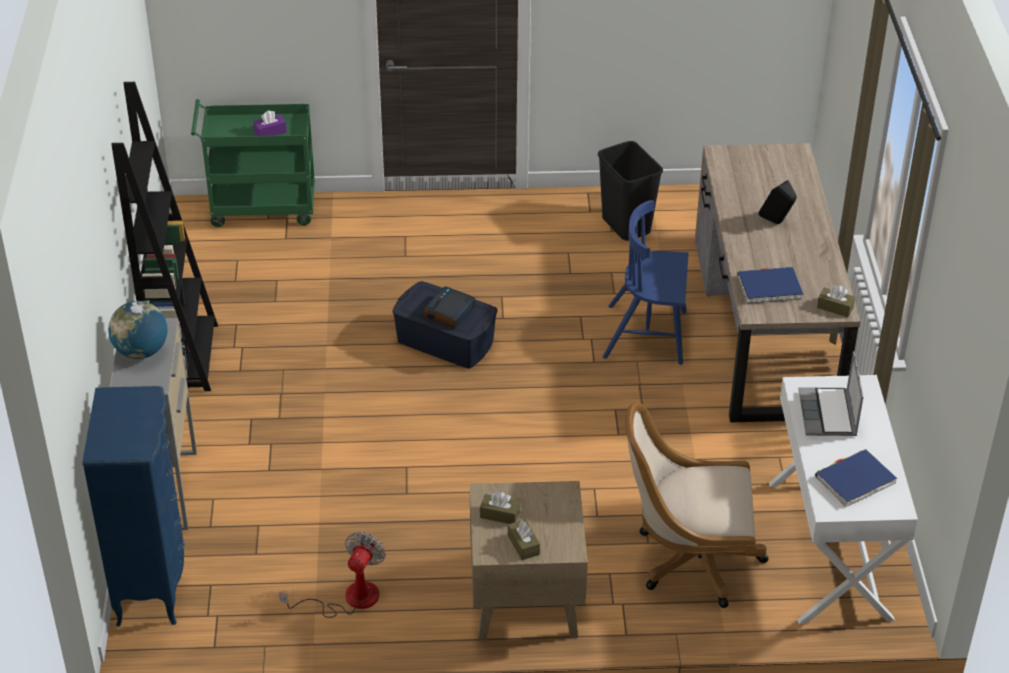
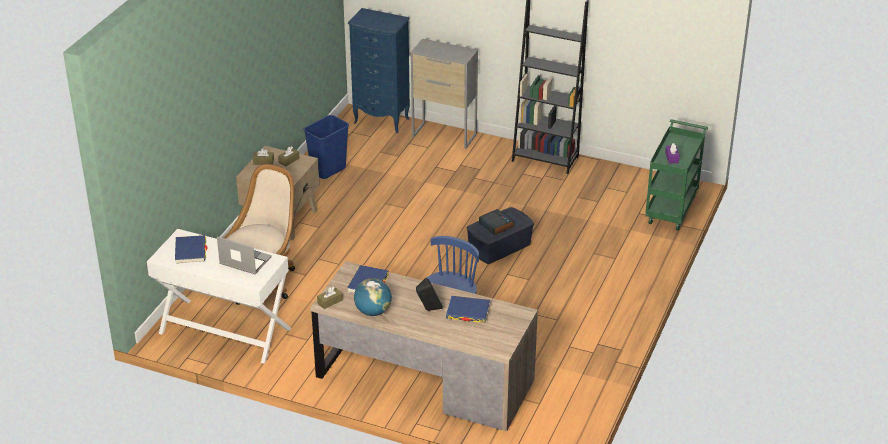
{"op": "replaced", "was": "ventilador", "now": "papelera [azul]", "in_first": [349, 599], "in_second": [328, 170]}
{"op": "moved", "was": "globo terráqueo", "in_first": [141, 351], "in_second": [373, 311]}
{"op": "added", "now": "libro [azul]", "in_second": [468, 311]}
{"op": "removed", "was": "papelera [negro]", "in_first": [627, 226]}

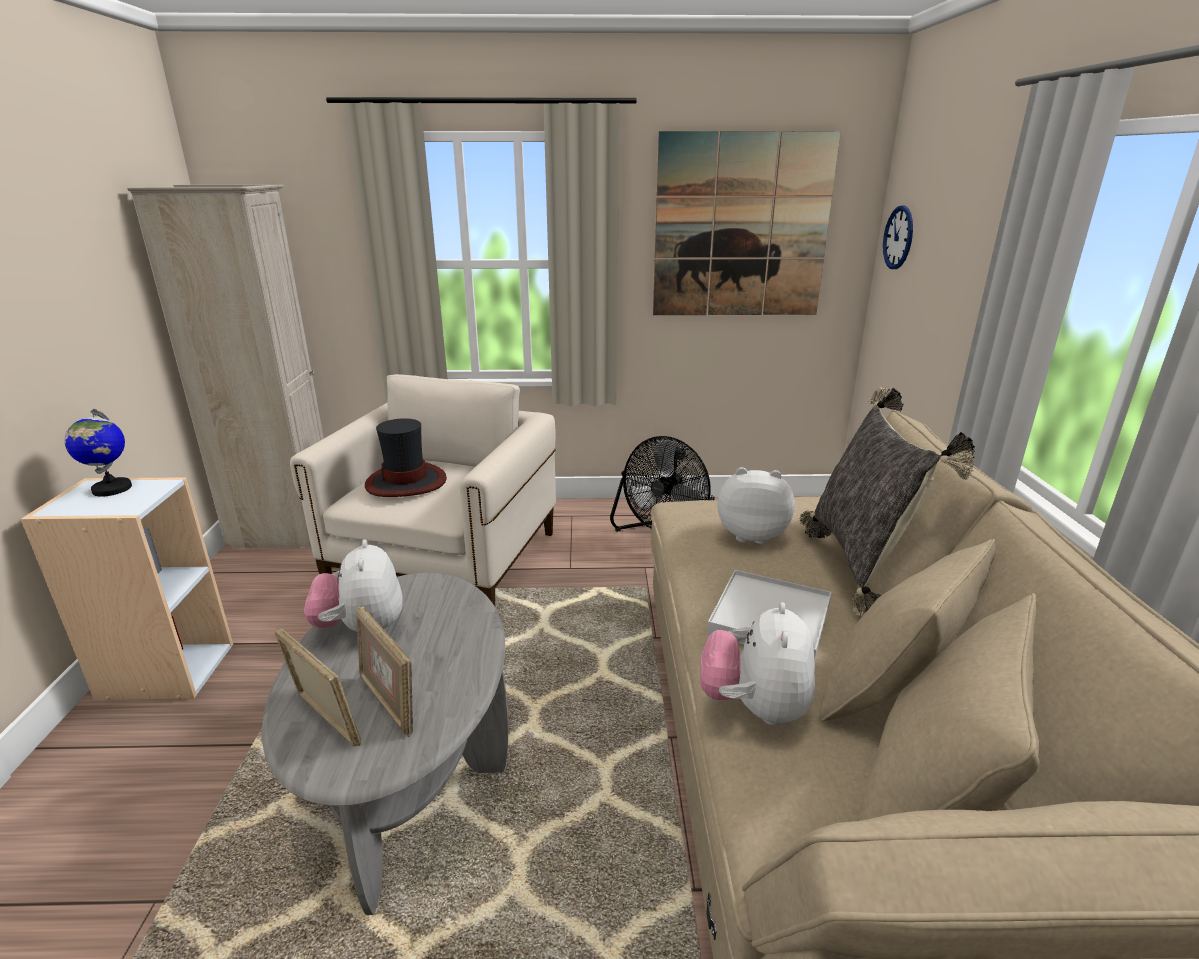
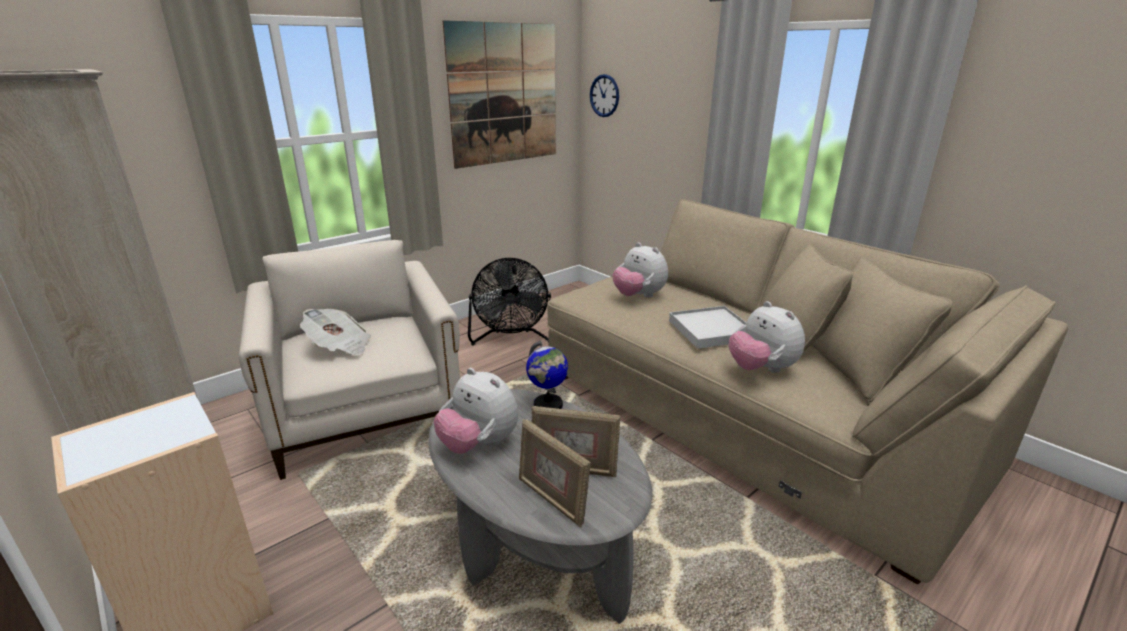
{"op": "replaced", "was": "sombrero", "now": "periódico", "in_first": [406, 482], "in_second": [340, 347]}
{"op": "turned", "was": "portarretratos", "in_first": [325, 721], "in_second": [552, 500], "clockwise": -135}
{"op": "moved", "was": "globo terráqueo", "in_first": [111, 489], "in_second": [548, 405]}
{"op": "turned", "was": "peluche", "in_first": [751, 535], "in_second": [638, 296], "clockwise": -105}
{"op": "removed", "was": "cojín", "in_first": [862, 573]}

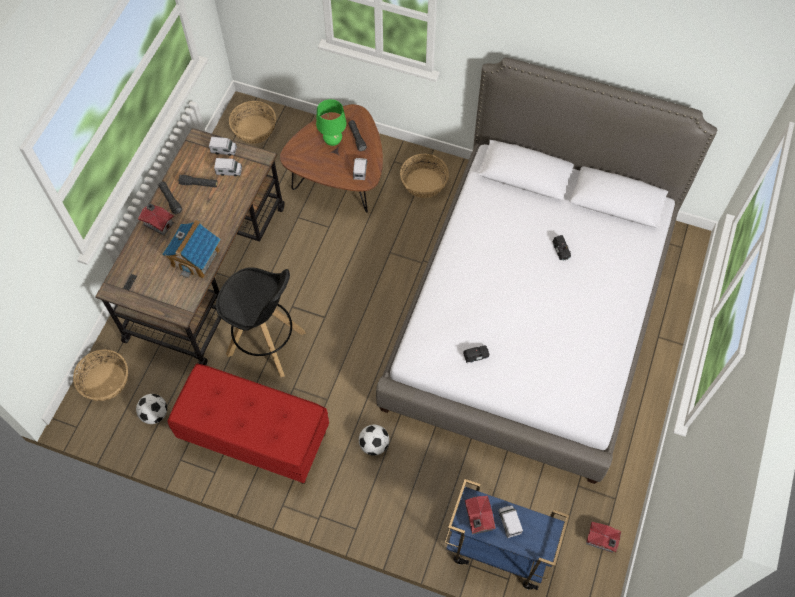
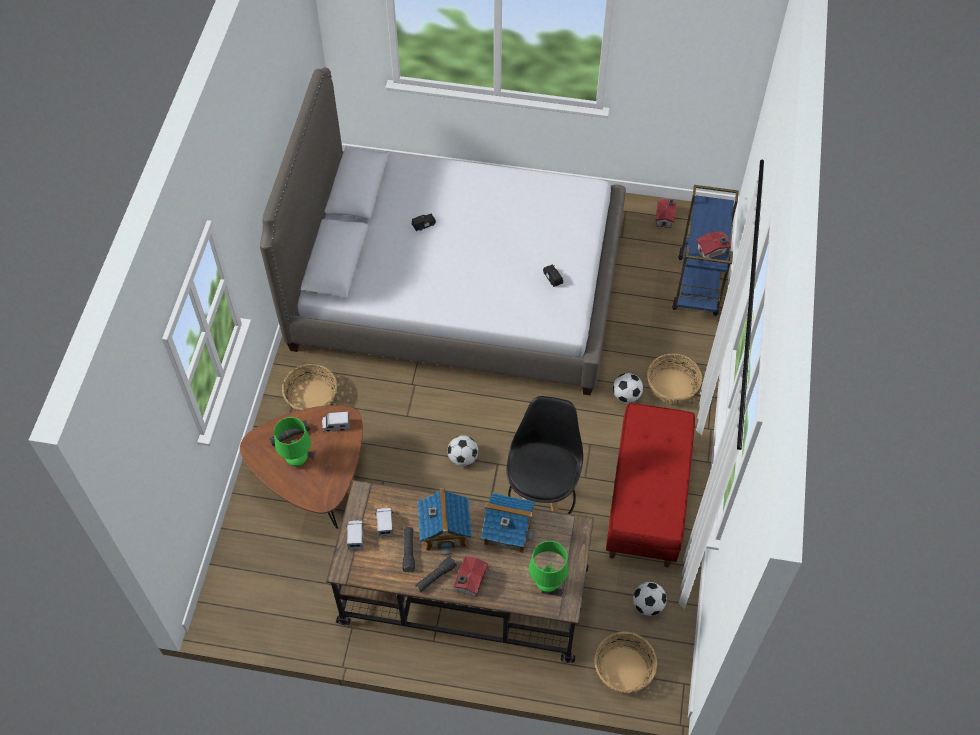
{"op": "added", "now": "casita", "in_second": [445, 530]}
{"op": "added", "now": "balón de fútbol", "in_second": [463, 458]}
{"op": "added", "now": "lámpara de mesa [verde]", "in_second": [547, 583]}
{"op": "moved", "was": "cesta", "in_first": [254, 129], "in_second": [671, 386]}
{"op": "removed", "was": "camión de juguete", "in_first": [509, 522]}

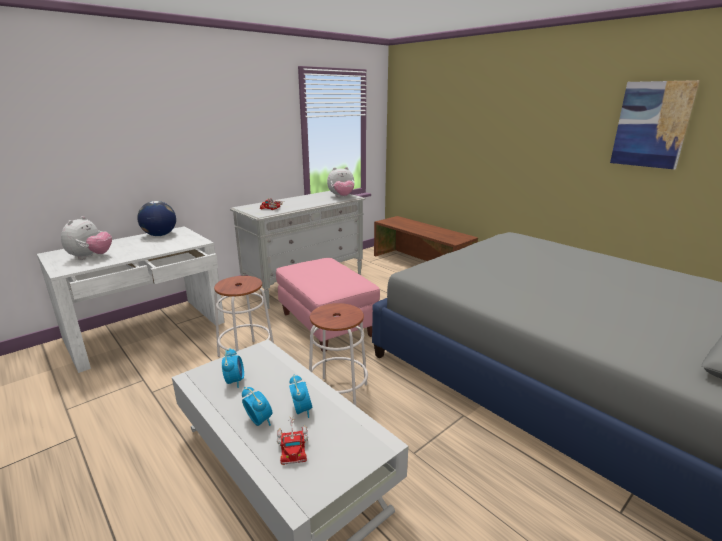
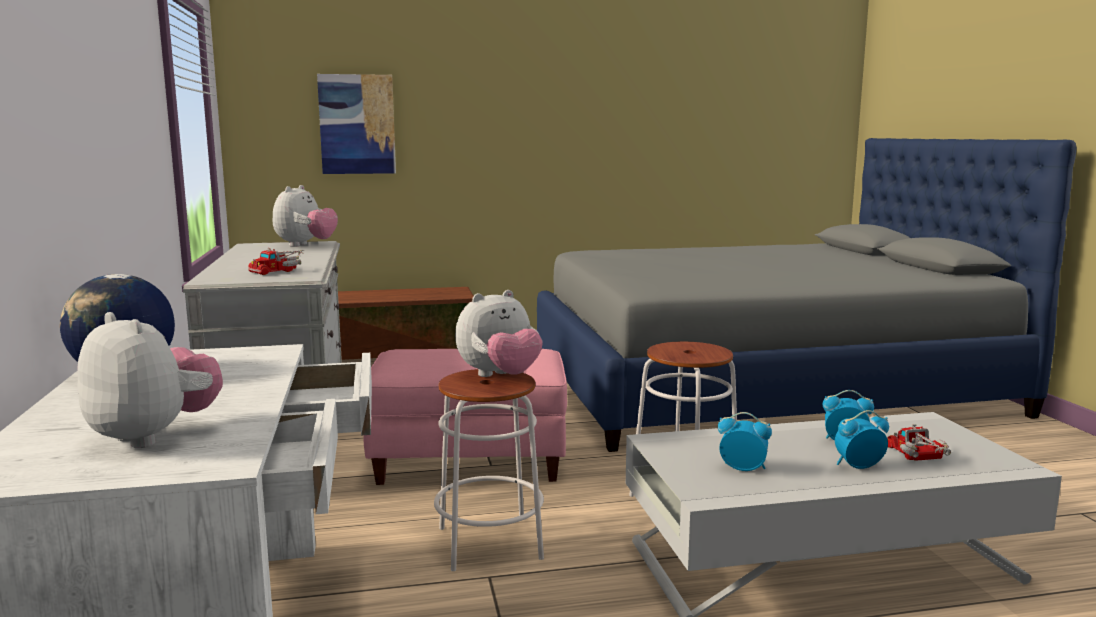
{"op": "moved", "was": "cuadro", "in_first": [651, 124], "in_second": [357, 124]}
{"op": "added", "now": "peluche", "in_second": [499, 376]}
{"op": "turned", "was": "camión de juguete", "in_first": [293, 446], "in_second": [919, 456], "clockwise": -120}

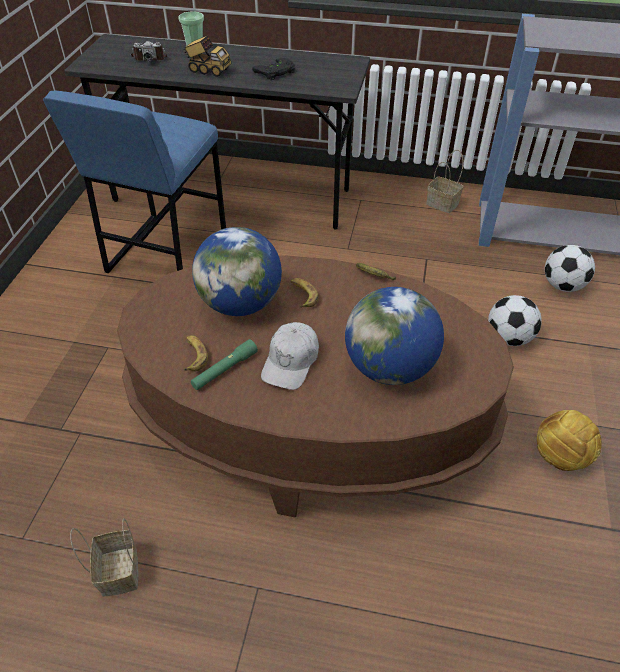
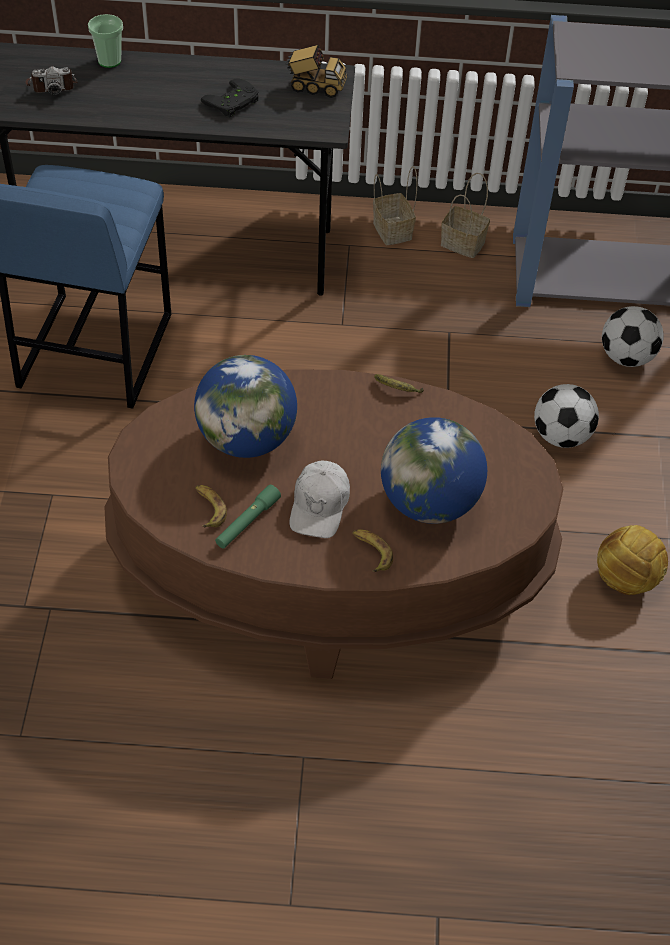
{"op": "moved", "was": "camión de juguete", "in_first": [208, 70], "in_second": [315, 87]}
{"op": "moved", "was": "plátano", "in_first": [302, 295], "in_second": [371, 552]}
{"op": "moved", "was": "cesta", "in_first": [118, 570], "in_second": [391, 230]}

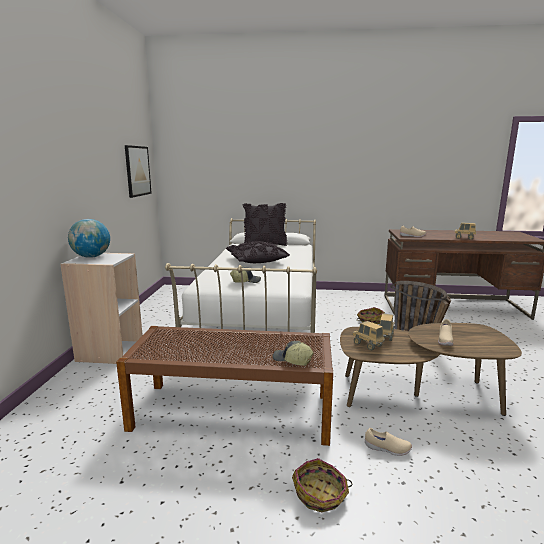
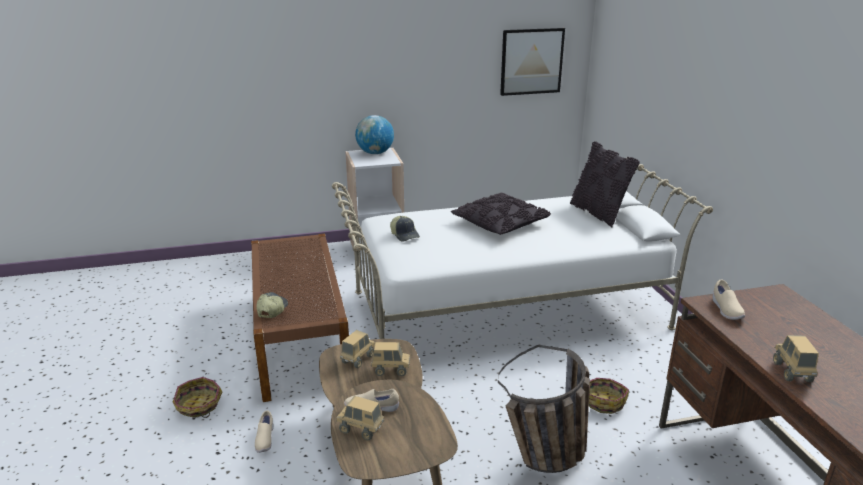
{"op": "added", "now": "camión de juguete", "in_second": [360, 430]}

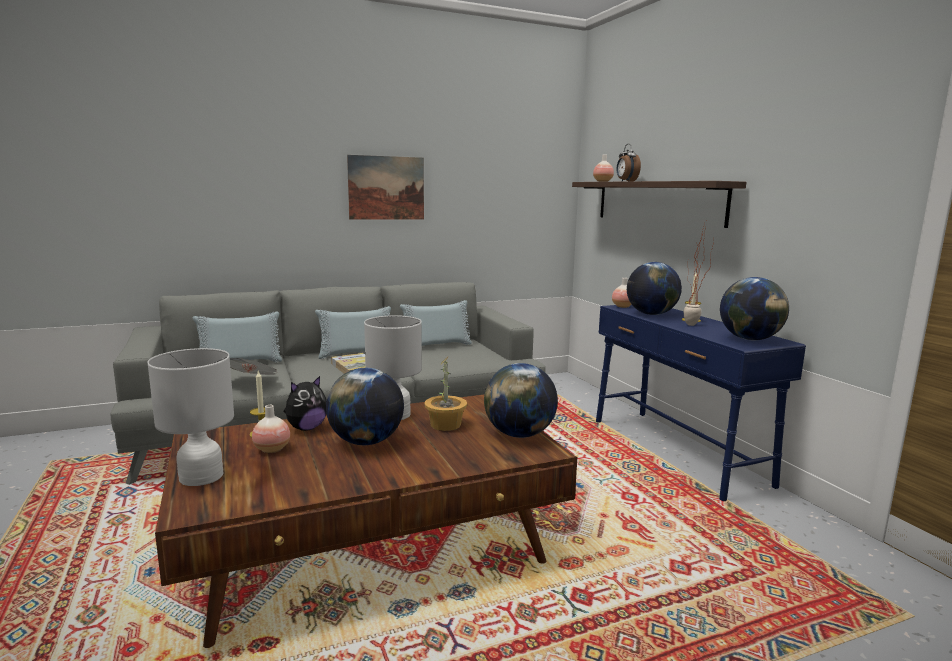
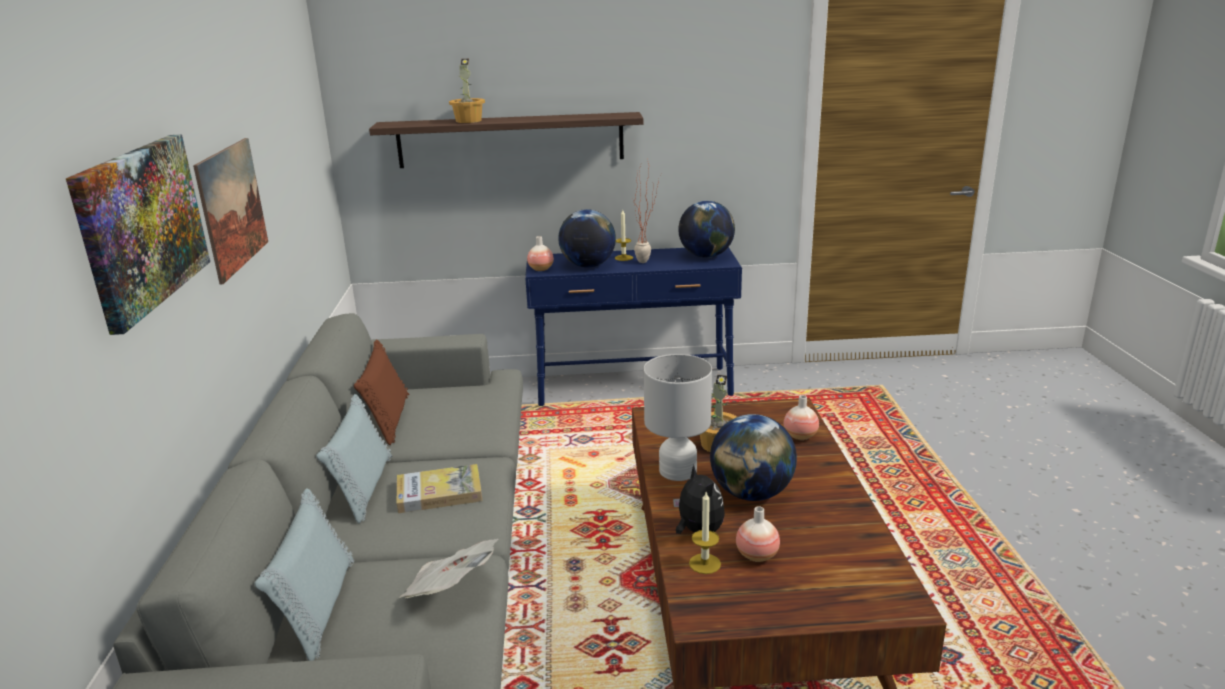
{"op": "added", "now": "cuadro", "in_second": [142, 226]}
{"op": "recoloured", "was": "cojín [azul]", "now": "cojín [marrón]", "in_first": [436, 346], "in_second": [388, 419]}
{"op": "replaced", "was": "despertador", "now": "planta en maceta", "in_first": [626, 181], "in_second": [469, 120]}
{"op": "moved", "was": "florero", "in_first": [602, 181], "in_second": [800, 436]}
{"op": "removed", "was": "lámpara de mesa [gris]", "in_first": [201, 477]}
{"op": "removed", "was": "globo terráqueo", "in_first": [519, 434]}

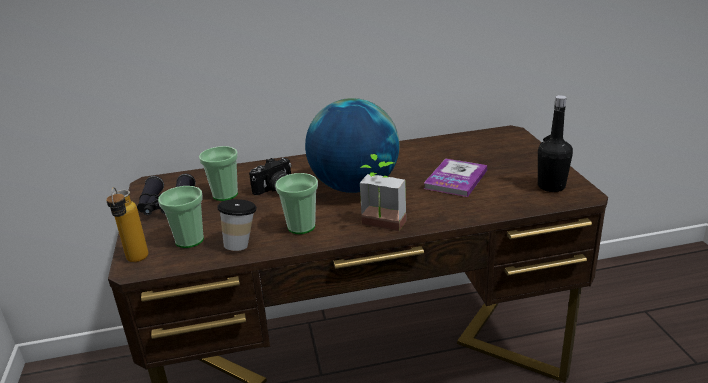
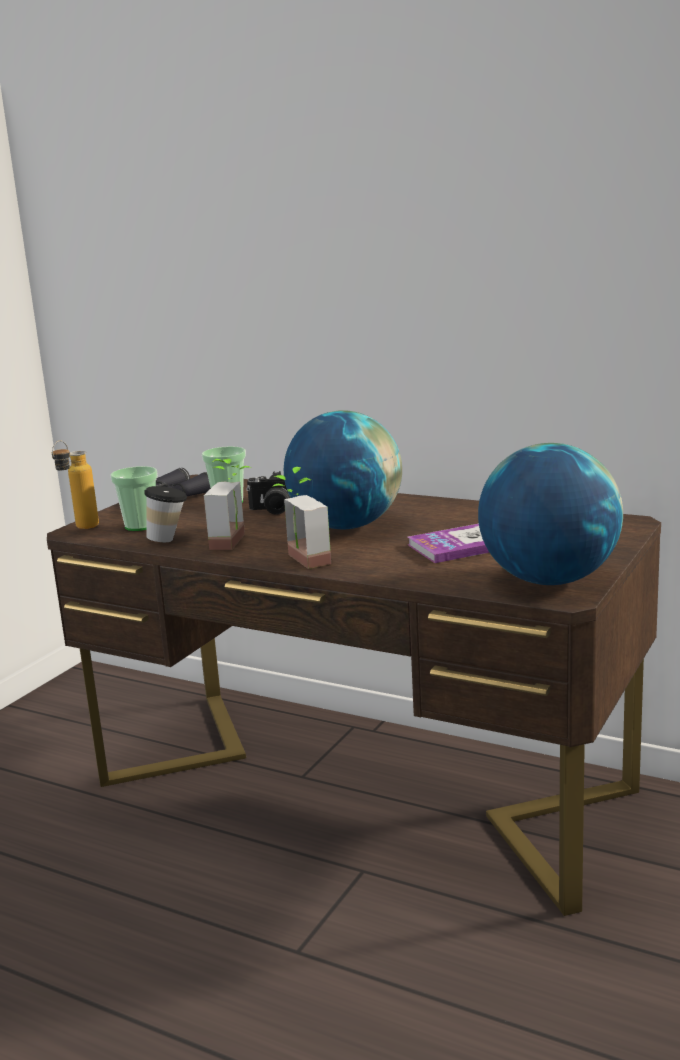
{"op": "replaced", "was": "taza", "now": "planta en maceta", "in_first": [301, 227], "in_second": [237, 541]}
{"op": "replaced", "was": "botella [negro]", "now": "globo terráqueo", "in_first": [551, 186], "in_second": [549, 580]}

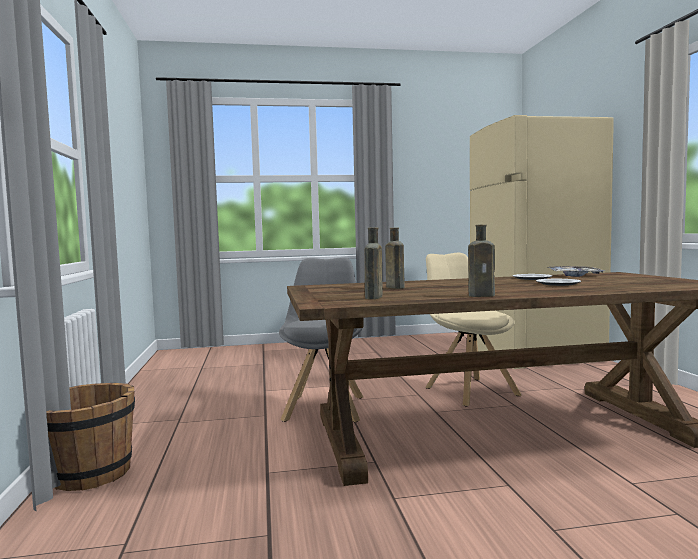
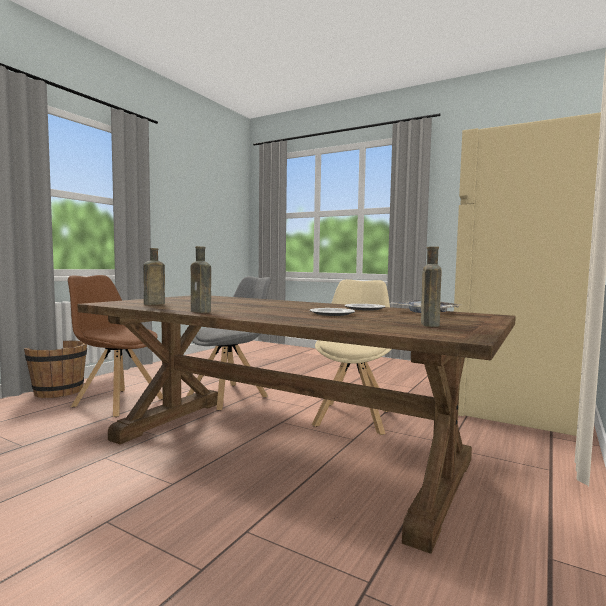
{"op": "added", "now": "silla [marrón]", "in_second": [116, 402]}
{"op": "moved", "was": "botella [marrón]", "in_first": [394, 287], "in_second": [429, 324]}

